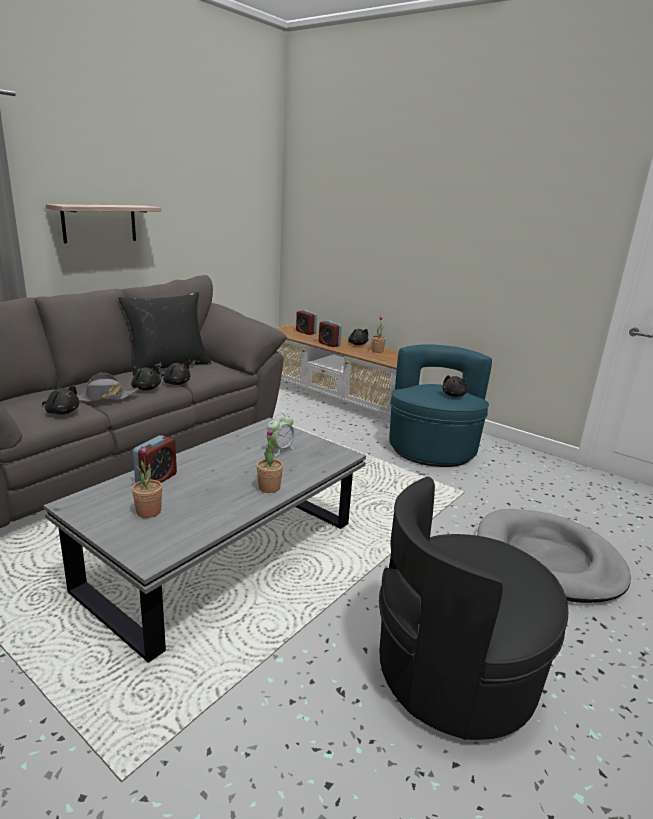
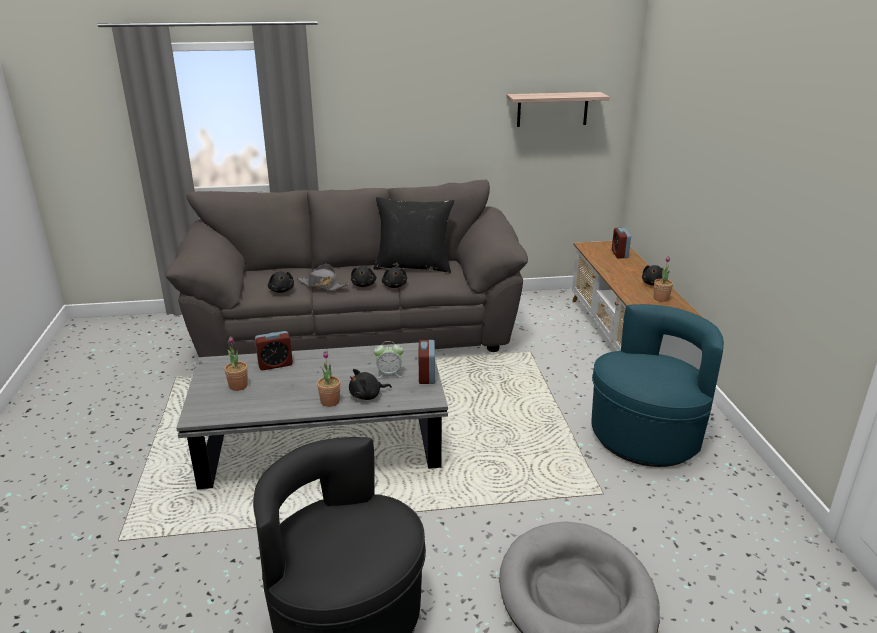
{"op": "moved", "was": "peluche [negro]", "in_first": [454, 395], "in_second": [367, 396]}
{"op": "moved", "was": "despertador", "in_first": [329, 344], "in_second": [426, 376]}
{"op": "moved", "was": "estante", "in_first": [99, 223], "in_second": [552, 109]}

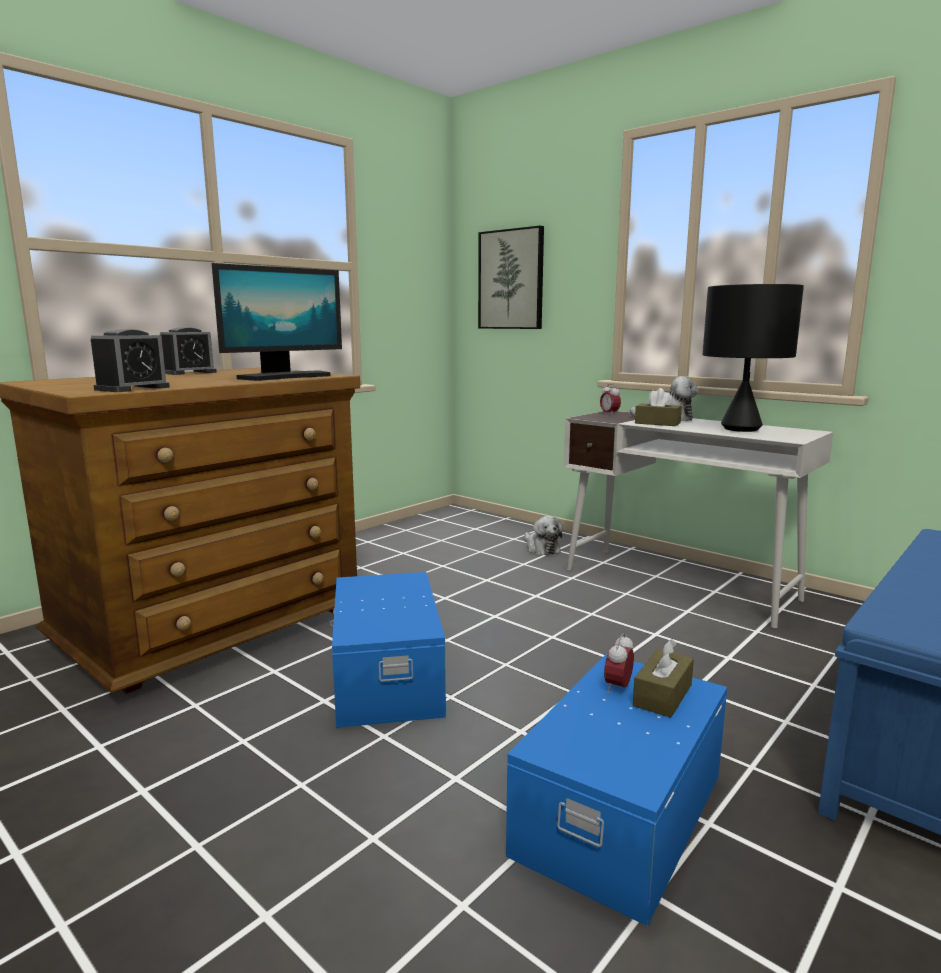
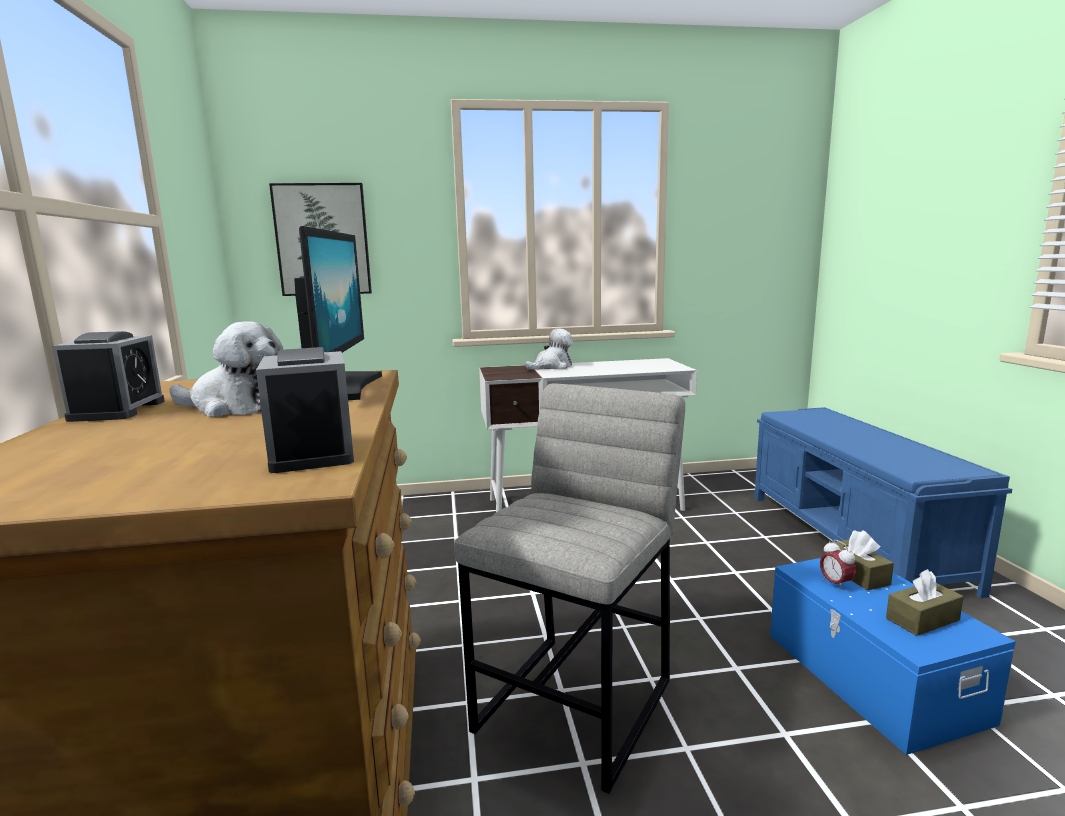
{"op": "moved", "was": "peluche", "in_first": [541, 548], "in_second": [234, 407]}
{"op": "replaced", "was": "caja de almacenaje [azul]", "now": "silla [gris]", "in_first": [385, 677], "in_second": [577, 701]}
{"op": "moved", "was": "caja de pañuelos [marrón]", "in_first": [657, 423], "in_second": [922, 619]}
{"op": "removed", "was": "despertador", "in_first": [609, 414]}
{"op": "removed", "was": "lámpara de mesa [negro]", "in_first": [740, 429]}

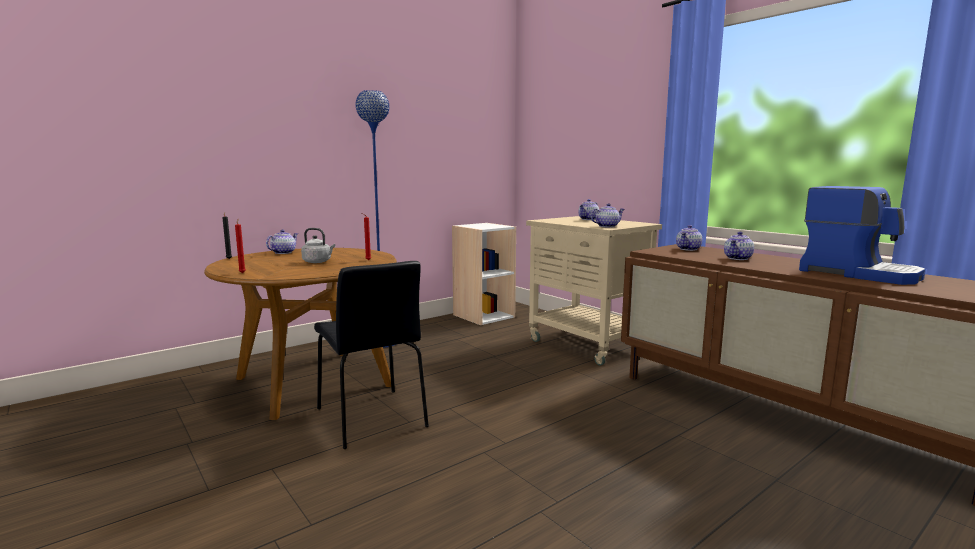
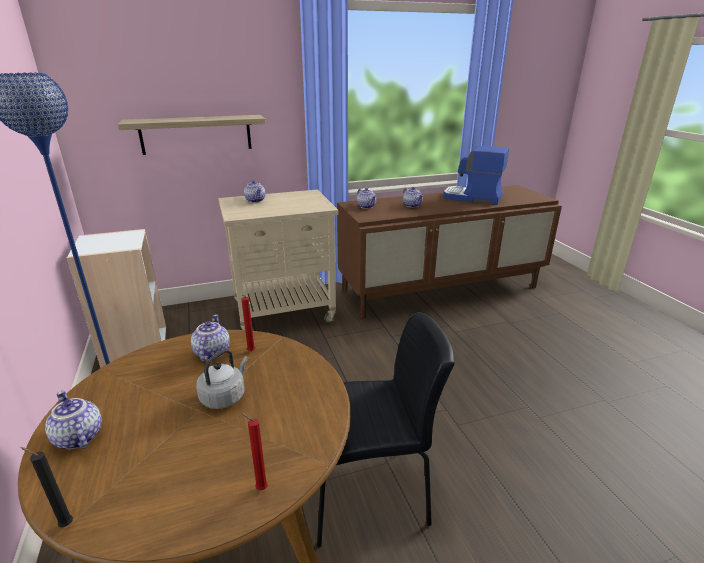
{"op": "added", "now": "estante", "in_second": [196, 134]}
{"op": "moved", "was": "tetera", "in_first": [607, 226], "in_second": [211, 352]}
{"op": "turned", "was": "cafetera", "in_first": [858, 273], "in_second": [472, 198], "clockwise": -135}

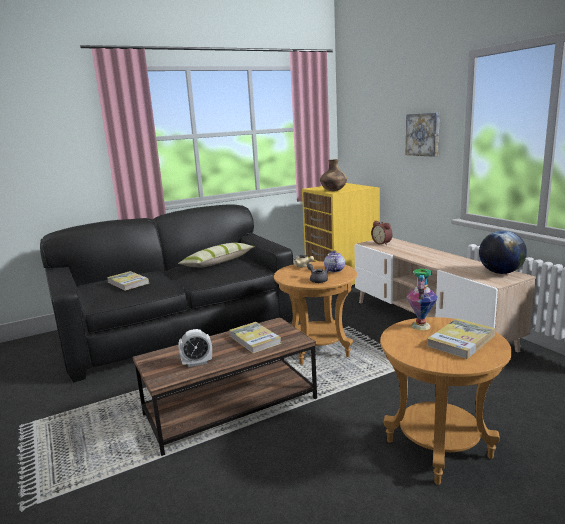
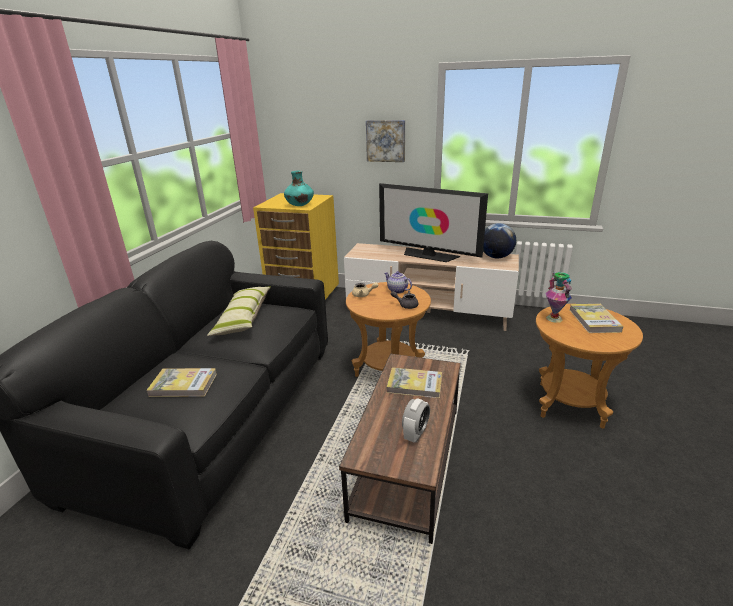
{"op": "recoloured", "was": "florero [marrón]", "now": "florero [turquesa]", "in_first": [333, 191], "in_second": [300, 205]}
{"op": "added", "now": "televisor", "in_second": [428, 255]}
{"op": "removed", "was": "despertador", "in_first": [382, 243]}

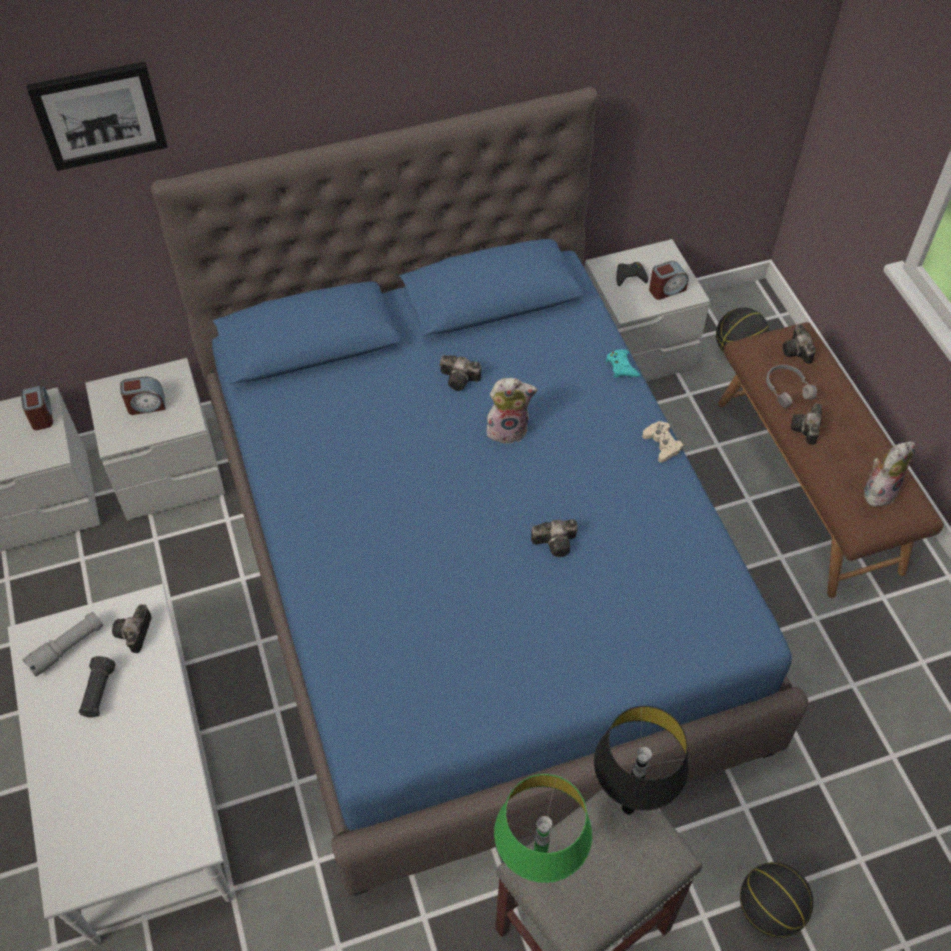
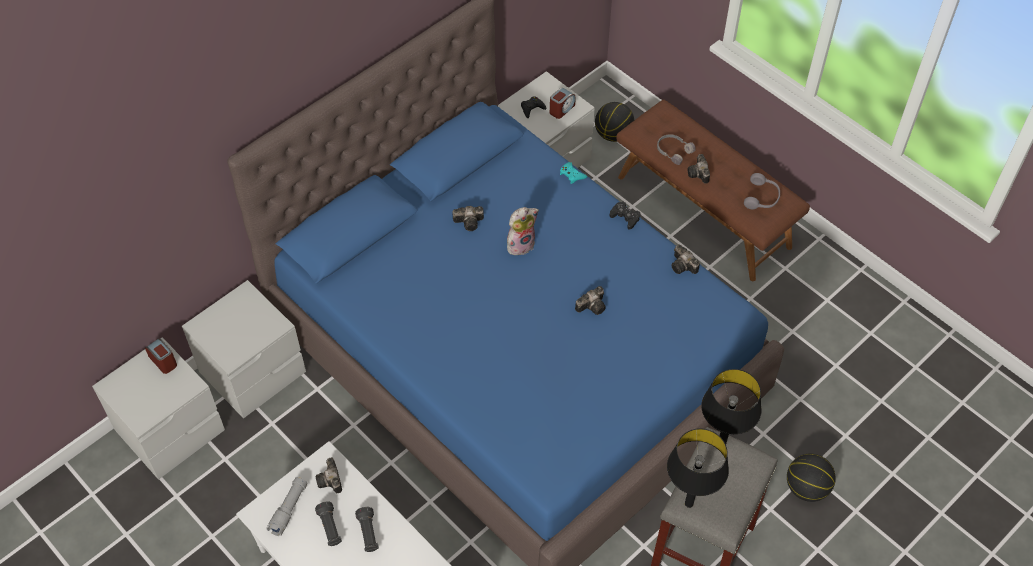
{"op": "added", "now": "linterna [negro]", "in_second": [368, 534]}
{"op": "recoloured", "was": "mando de consola [beis]", "now": "mando de consola [negro]", "in_first": [662, 444], "in_second": [625, 217]}
{"op": "recoloured", "was": "lámpara de mesa [verde]", "now": "lámpara de mesa [negro]", "in_first": [538, 873], "in_second": [689, 503]}
{"op": "moved", "was": "cámara", "in_first": [797, 352], "in_second": [684, 266]}
{"op": "replaced", "was": "peluche", "now": "auriculares [gris]", "in_first": [879, 490], "in_second": [762, 197]}
{"op": "removed", "was": "cuadro", "in_first": [99, 114]}
{"op": "removed", "was": "despertador", "in_first": [146, 405]}

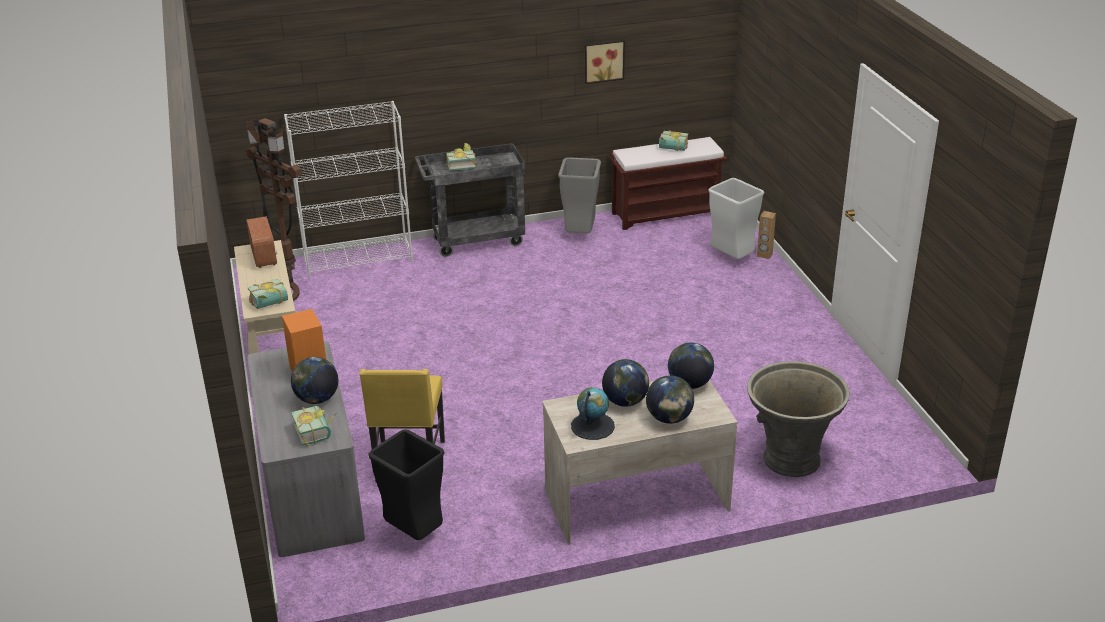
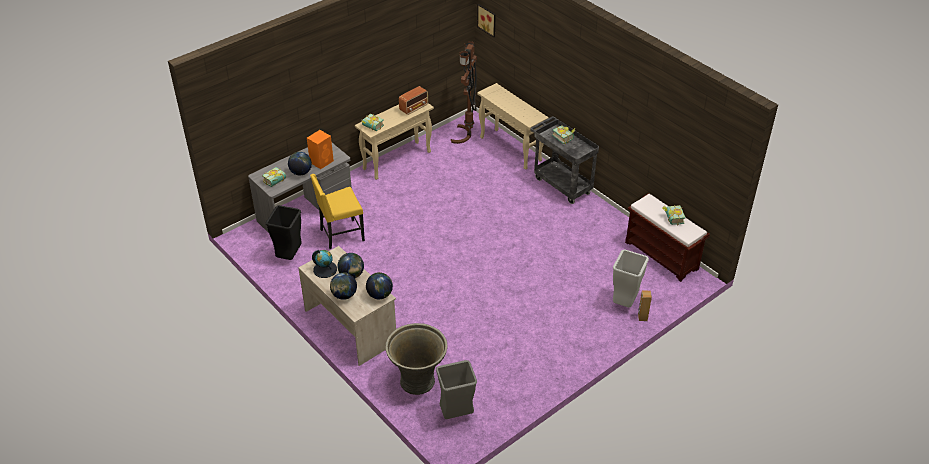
{"op": "moved", "was": "papelera [gris]", "in_first": [580, 235], "in_second": [456, 415]}
{"op": "moved", "was": "cuadro", "in_first": [603, 61], "in_second": [487, 20]}
{"op": "replaced", "was": "estantería [blanco]", "now": "mesa consola [beis]", "in_first": [359, 259], "in_second": [511, 149]}

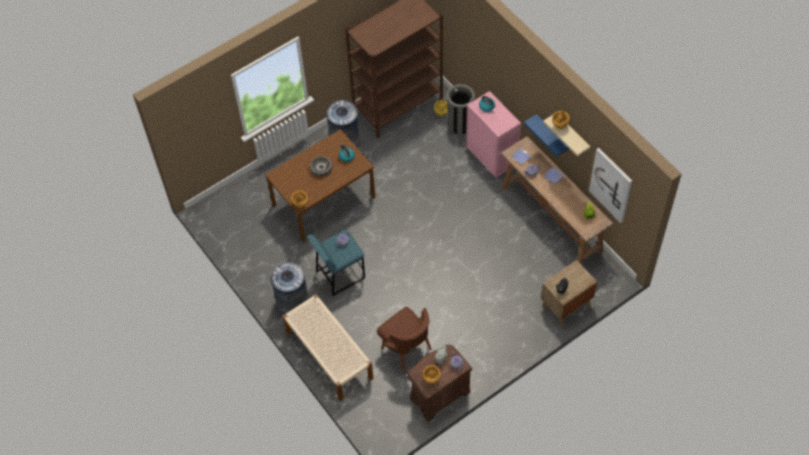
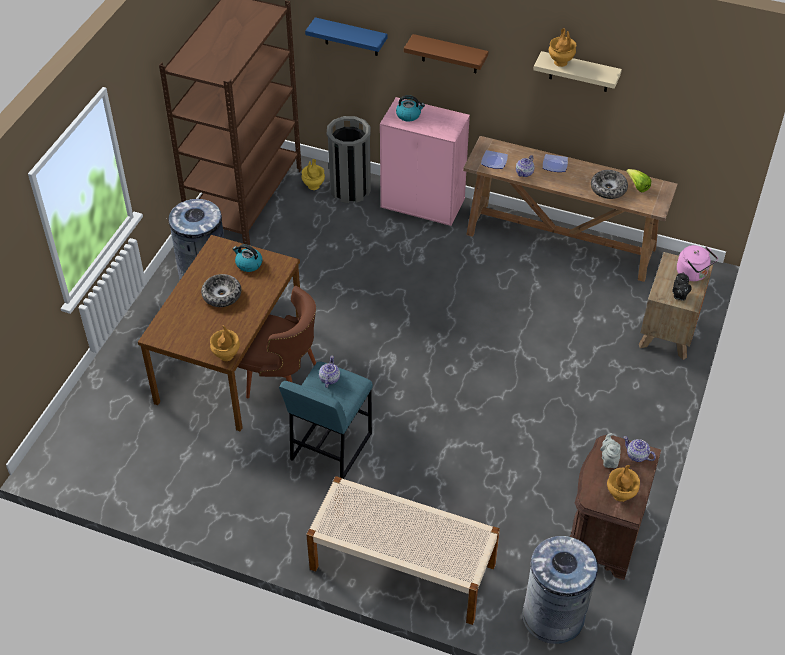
{"op": "moved", "was": "silla [marrón]", "in_first": [406, 348], "in_second": [281, 382]}
{"op": "moved", "was": "estante [azul]", "in_first": [552, 135], "in_second": [351, 37]}
{"op": "added", "now": "estante [marrón]", "in_second": [449, 54]}
{"op": "moved", "was": "papelera [gris]", "in_first": [292, 302], "in_second": [553, 616]}
{"op": "added", "now": "cuenco", "in_second": [608, 189]}
{"op": "added", "now": "hervidor [rosa]", "in_second": [693, 274]}
{"op": "removed", "was": "cuadro", "in_first": [611, 184]}

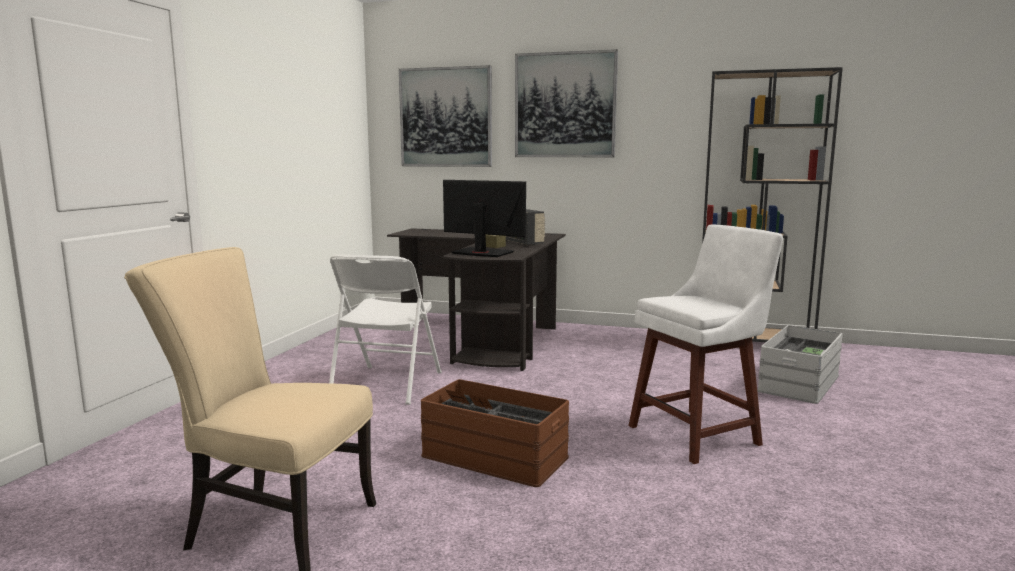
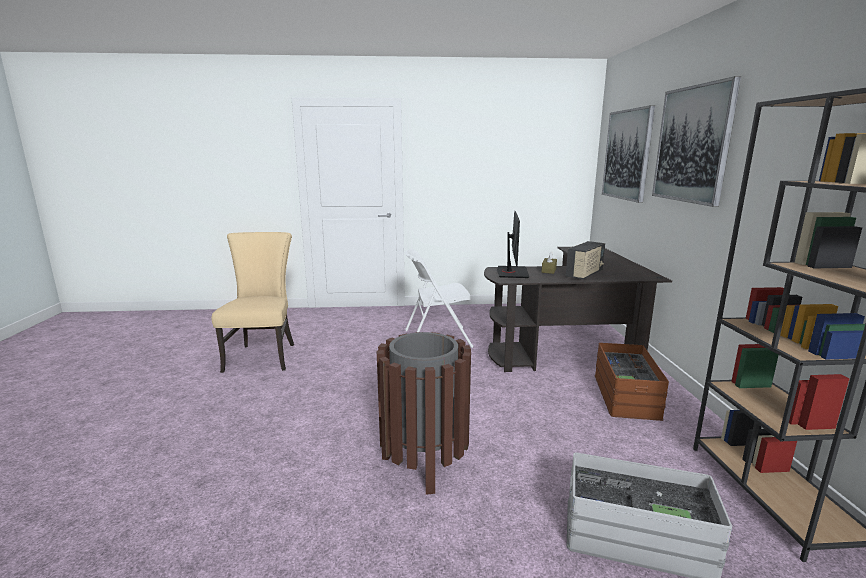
{"op": "replaced", "was": "silla [blanco]", "now": "papelera [marrón]", "in_first": [699, 434], "in_second": [424, 463]}
{"op": "moved", "was": "caja de almacenaje [marrón]", "in_first": [493, 457], "in_second": [624, 395]}

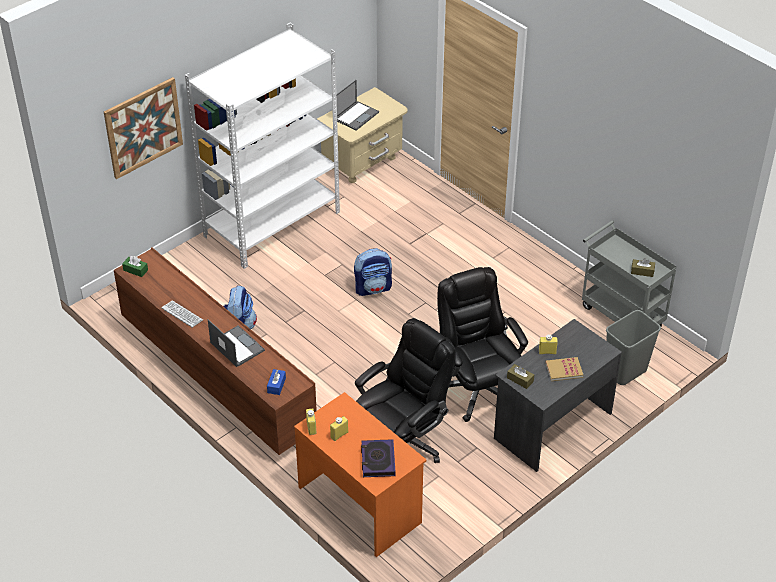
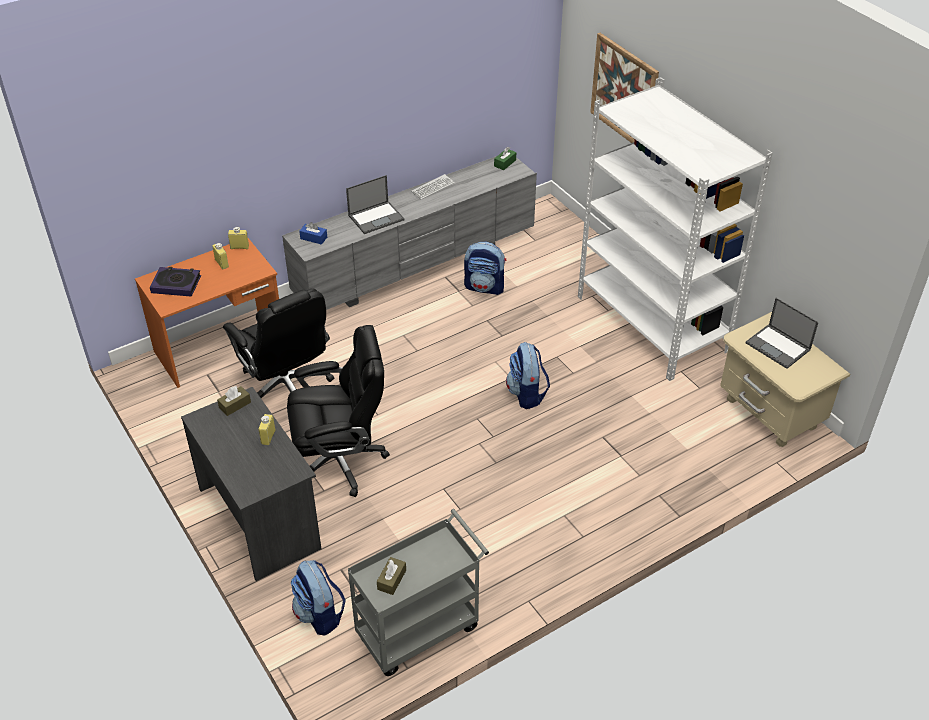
{"op": "recoloured", "was": "armario [marrón]", "now": "armario [gris]", "in_first": [216, 380], "in_second": [415, 268]}
{"op": "replaced", "was": "papelera [gris]", "now": "mochila", "in_first": [626, 371], "in_second": [320, 614]}
{"op": "removed", "was": "libro", "in_first": [564, 370]}

